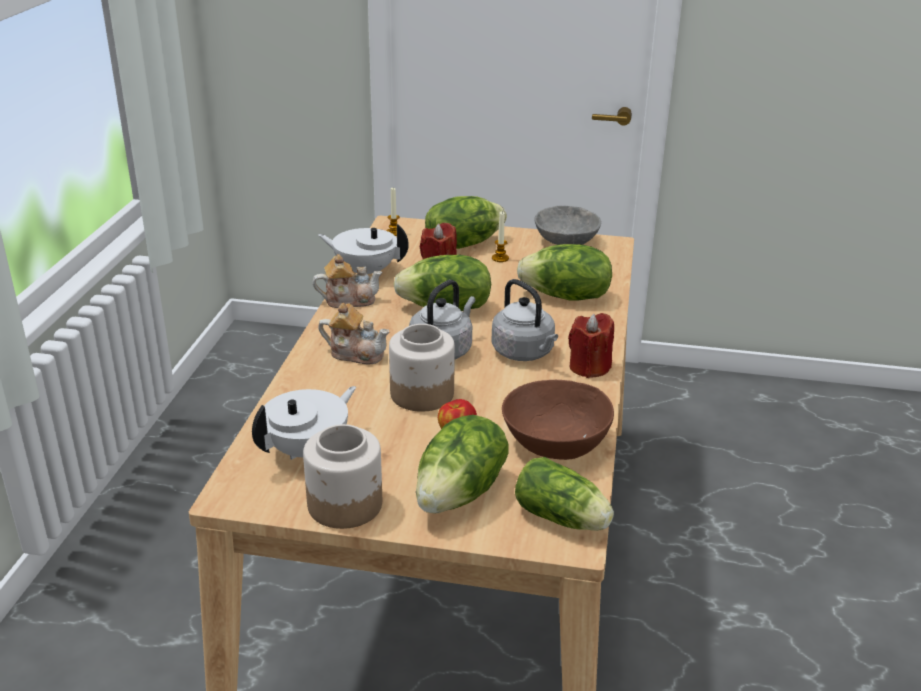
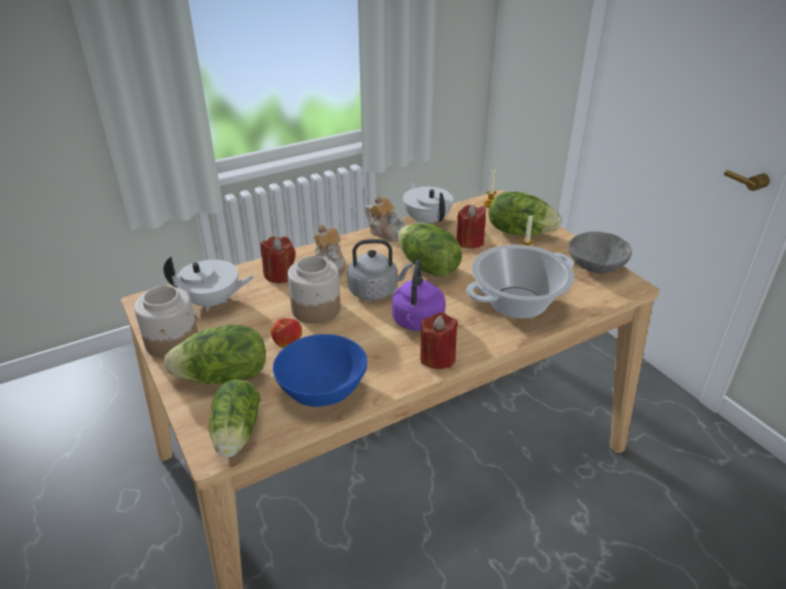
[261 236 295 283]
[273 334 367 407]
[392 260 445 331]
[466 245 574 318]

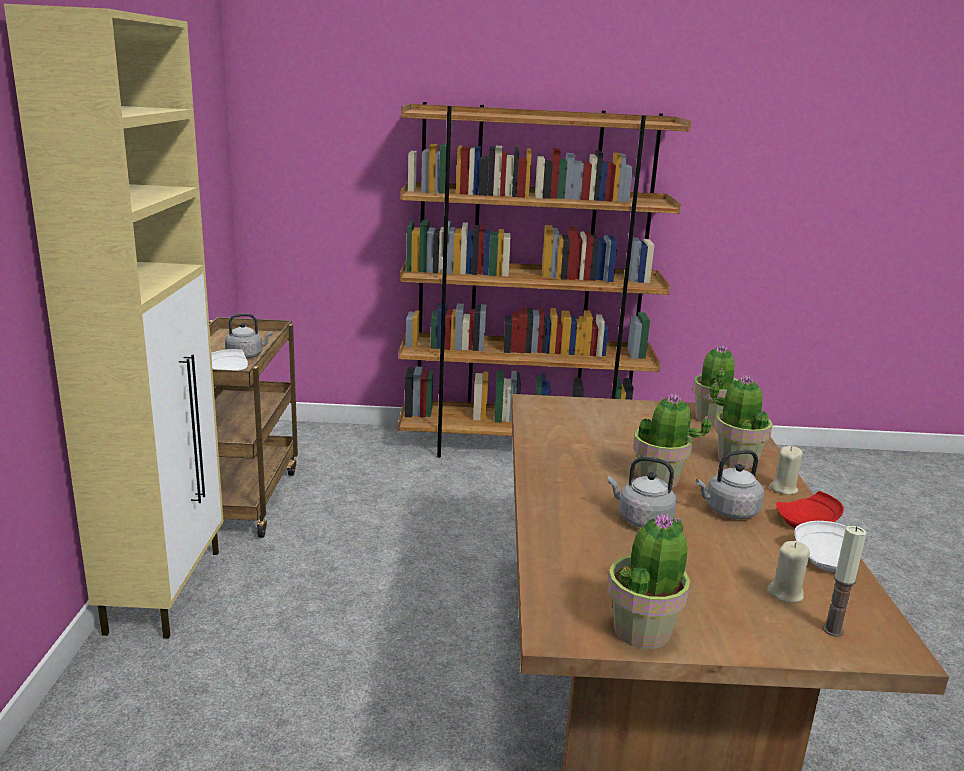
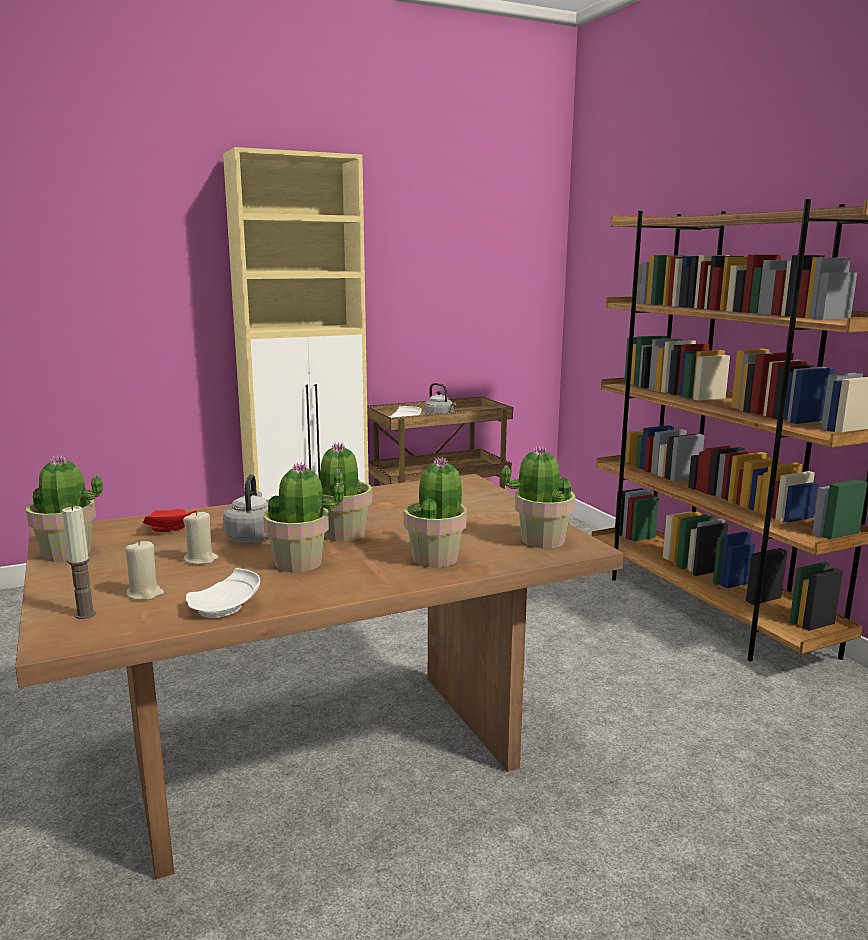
[142 509 196 532]
[183 511 219 564]
[263 461 344 572]

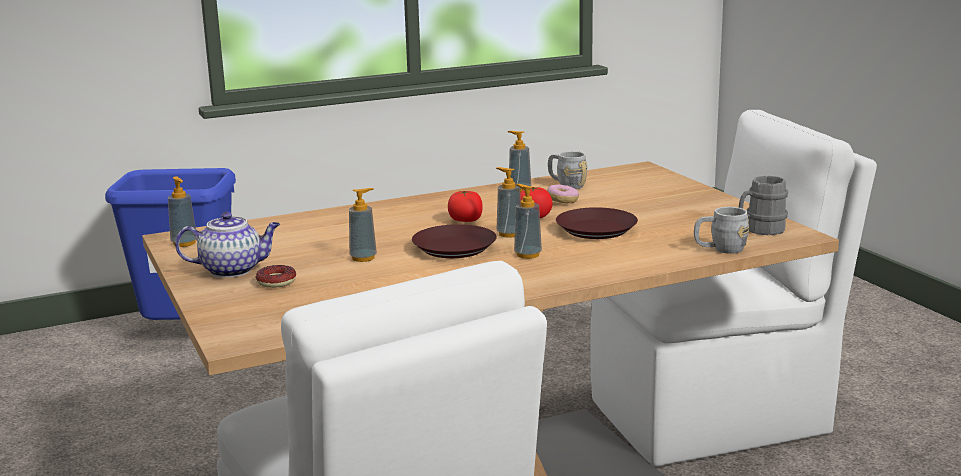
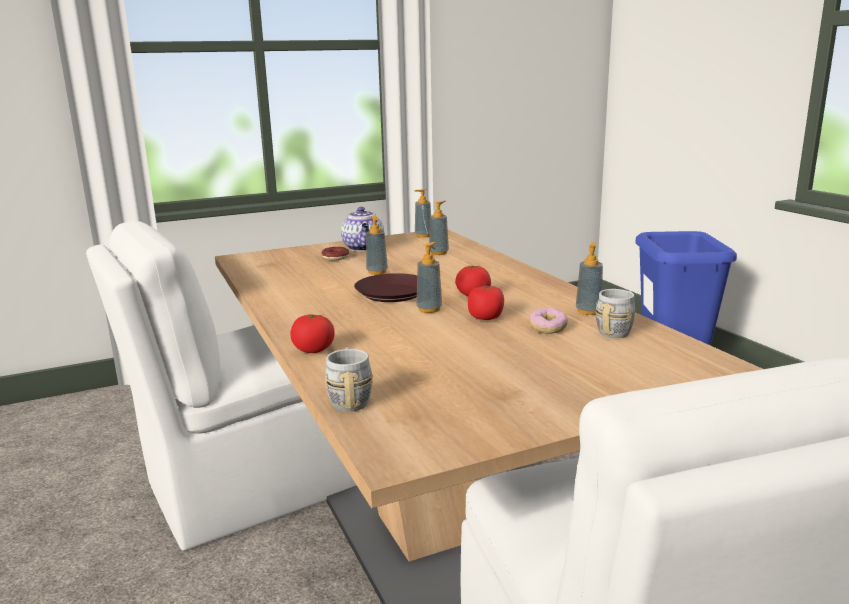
[290 314 335 353]
[429 201 449 255]
[556 207 638 239] (first image)
[738 176 788 235] (first image)

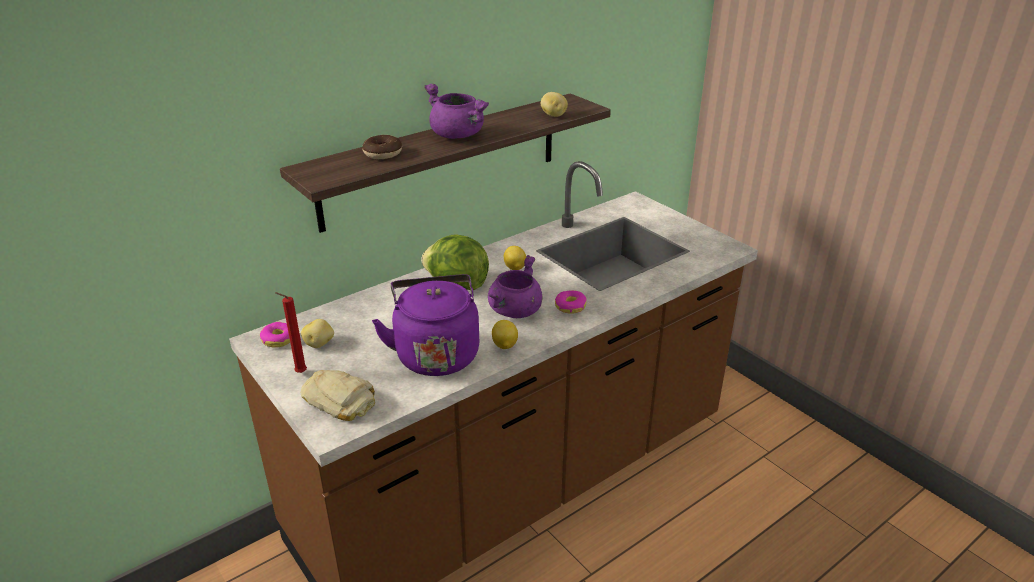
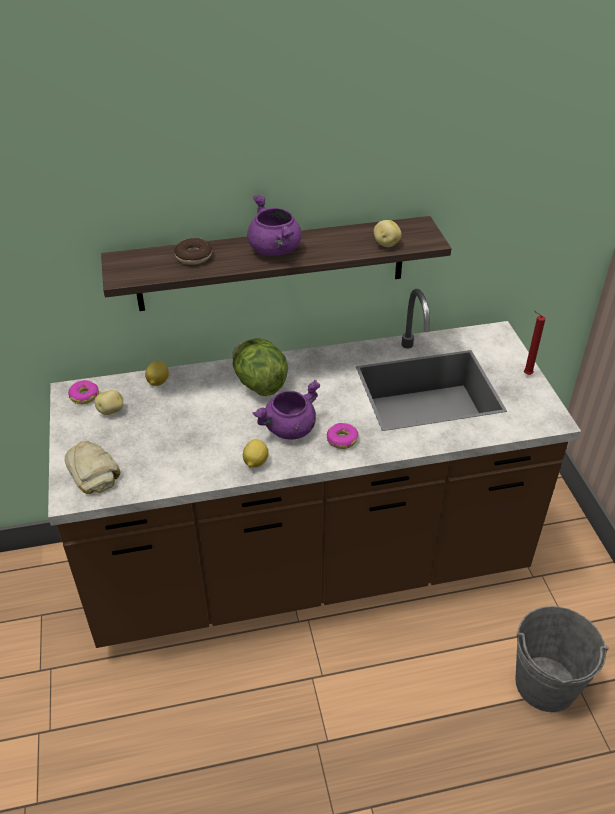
[145 361 169 386]
[515 606 609 712]
[524 311 546 375]
[372 274 479 376] (first image)

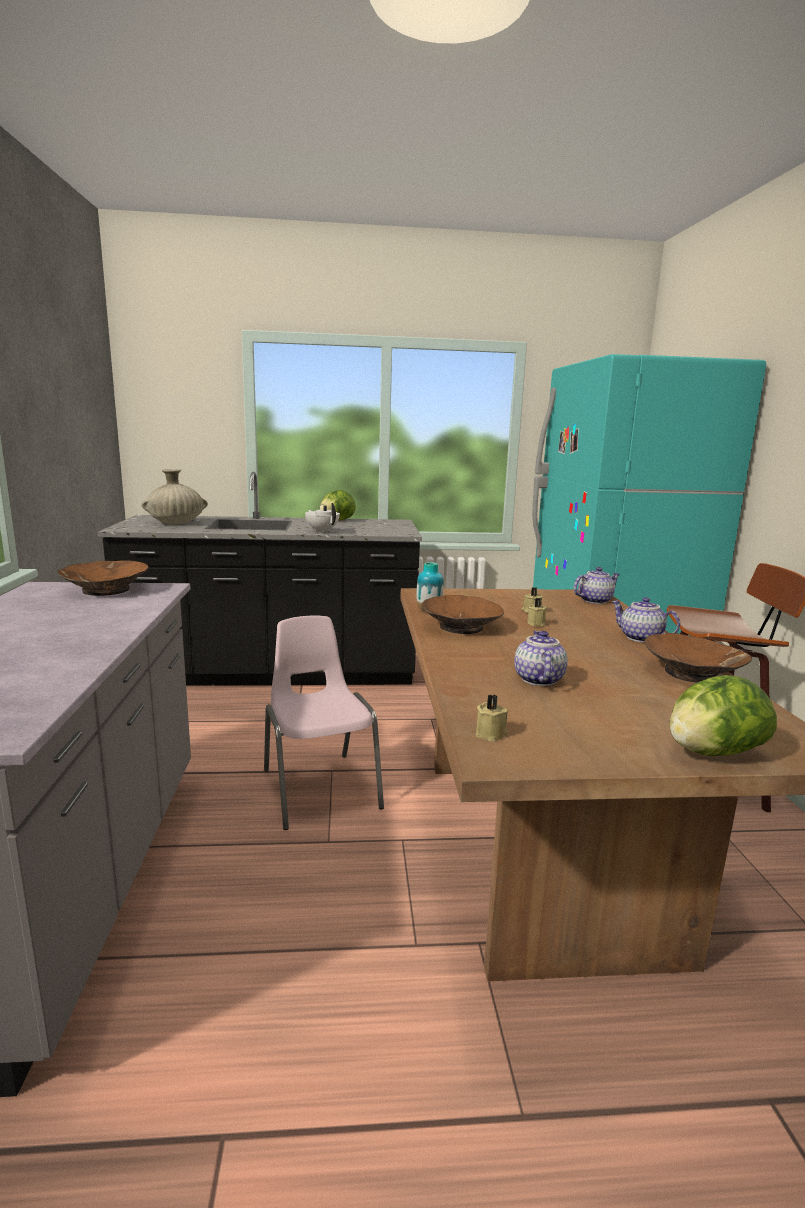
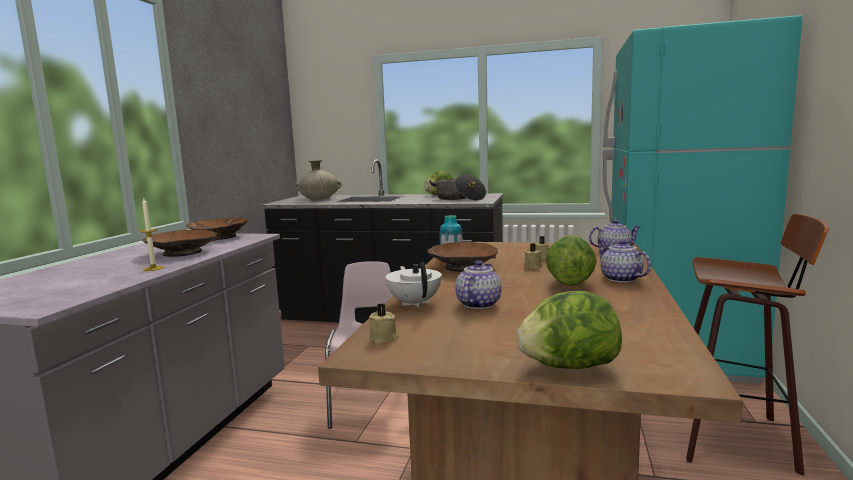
[139 198 164 271]
[142 229 217 257]
[385 262 442 308]
[429 174 486 201]
[545 235 597 286]

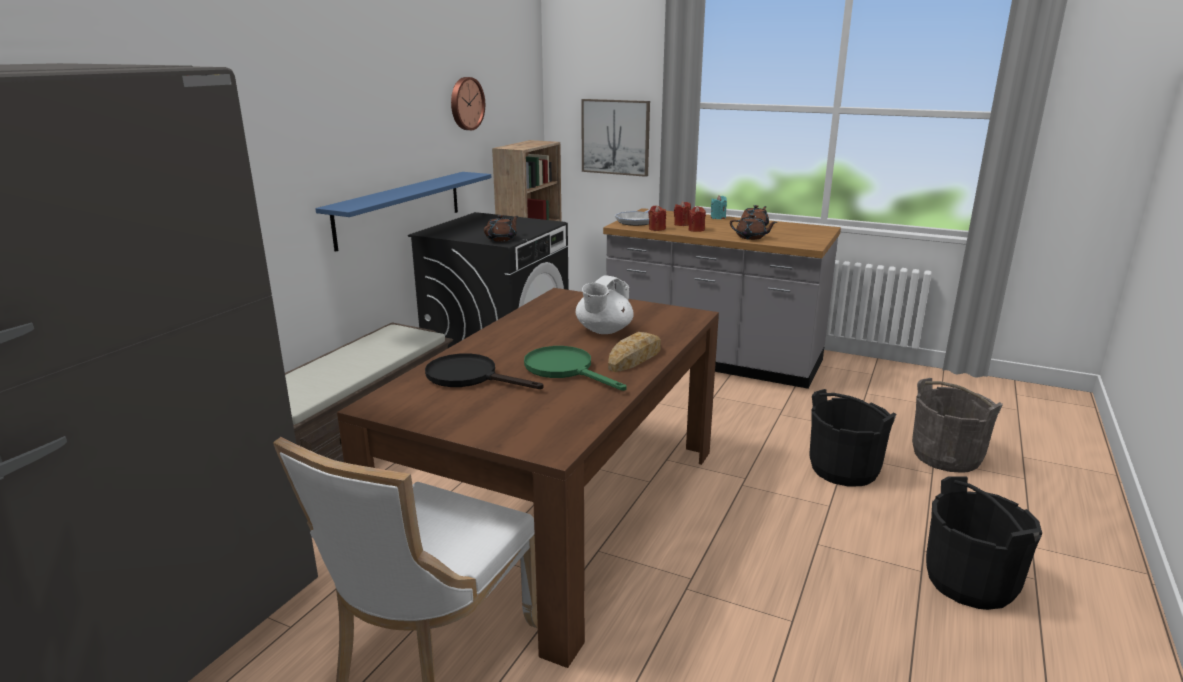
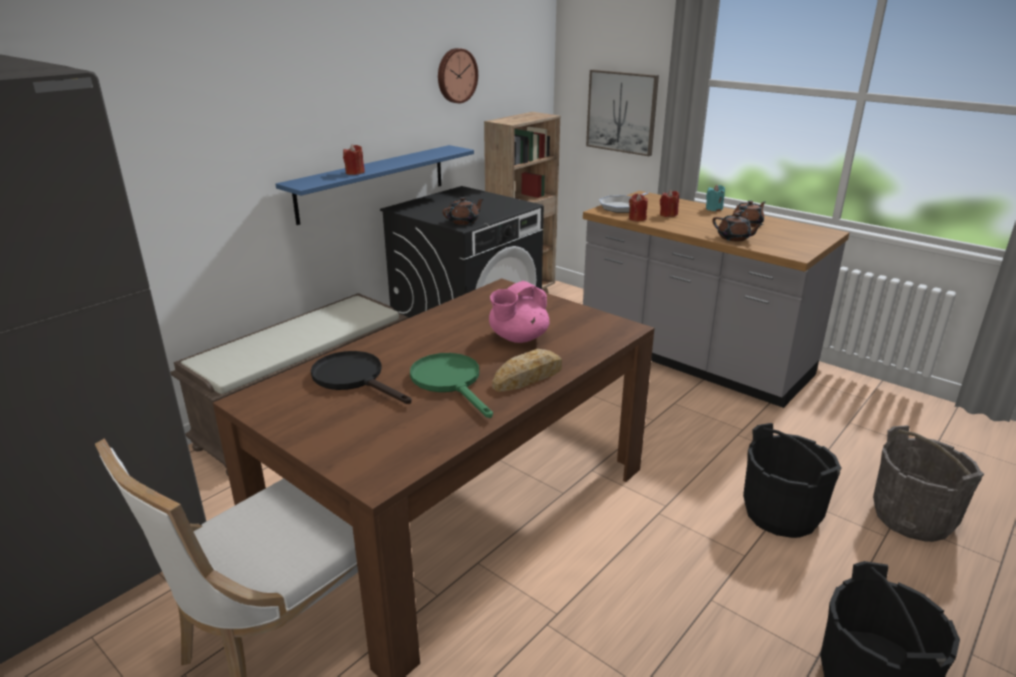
[343 145 365 175]
[489 281 549 343]

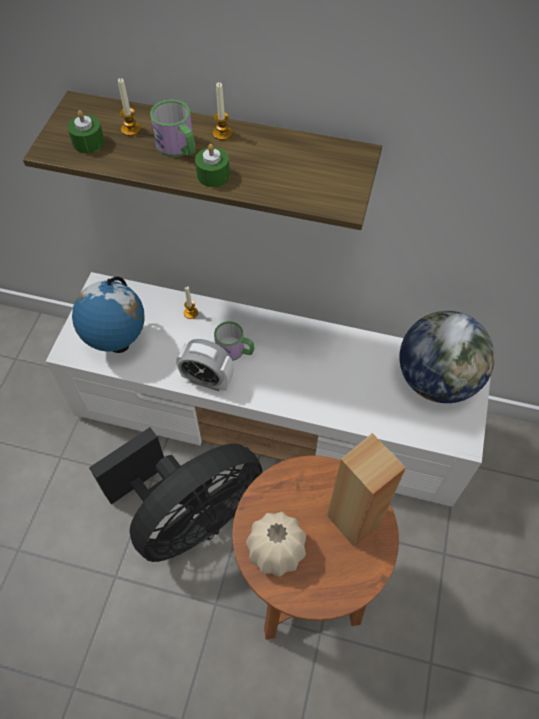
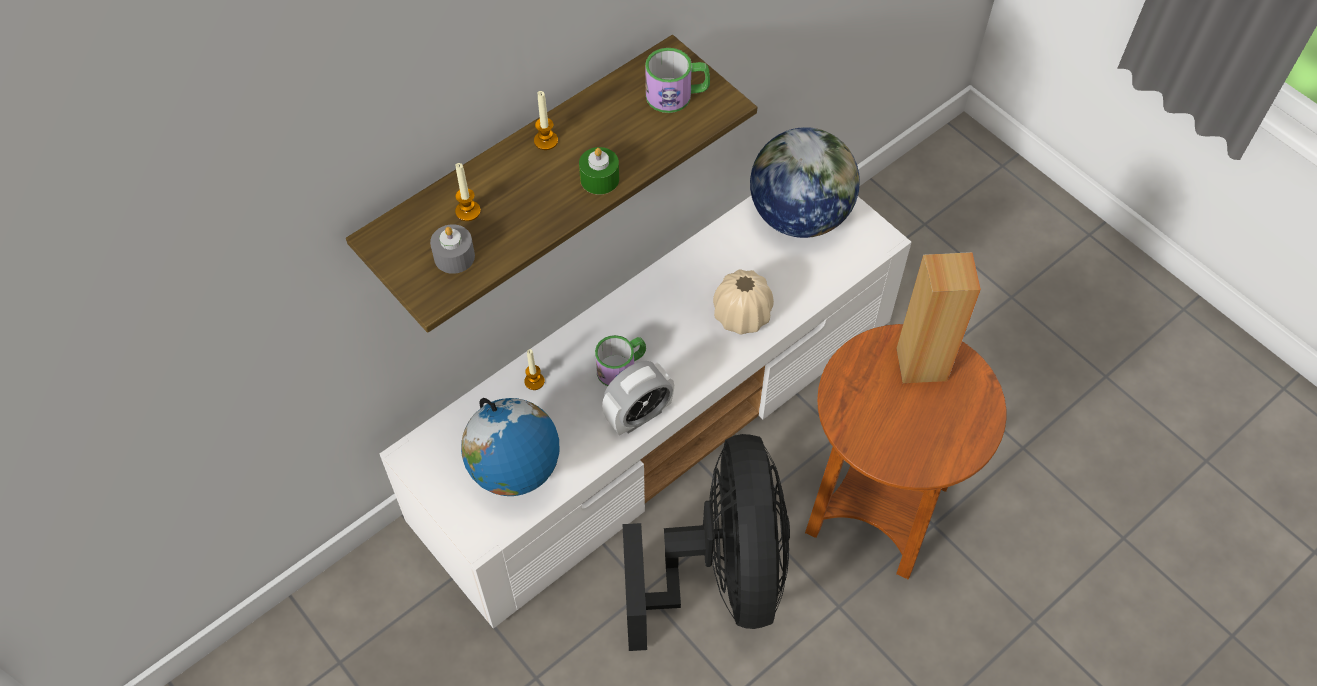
[430 224 475 274]
[645 48 710 113]
[713 269 774 335]

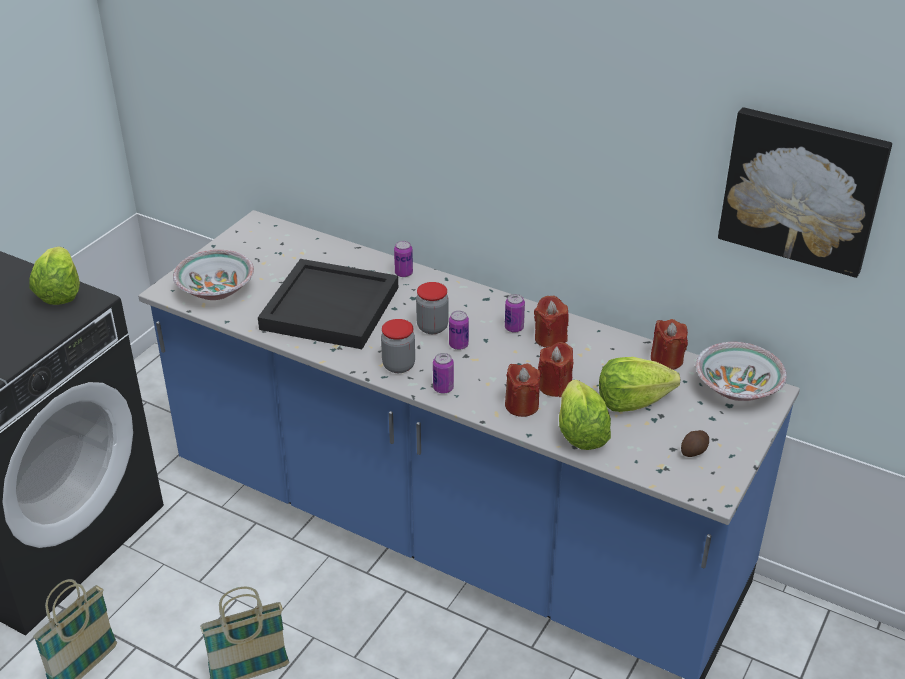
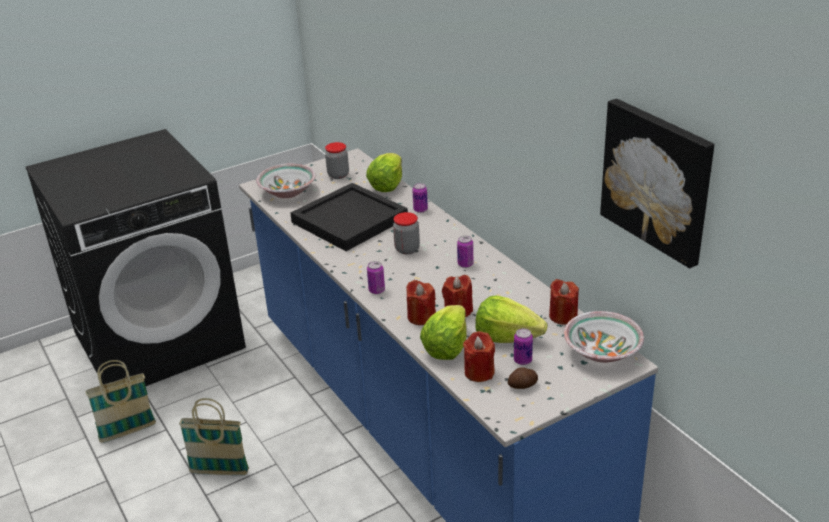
[325 142 349 179]
[366 153 402 192]
[463 331 495 382]
[514 328 533 365]

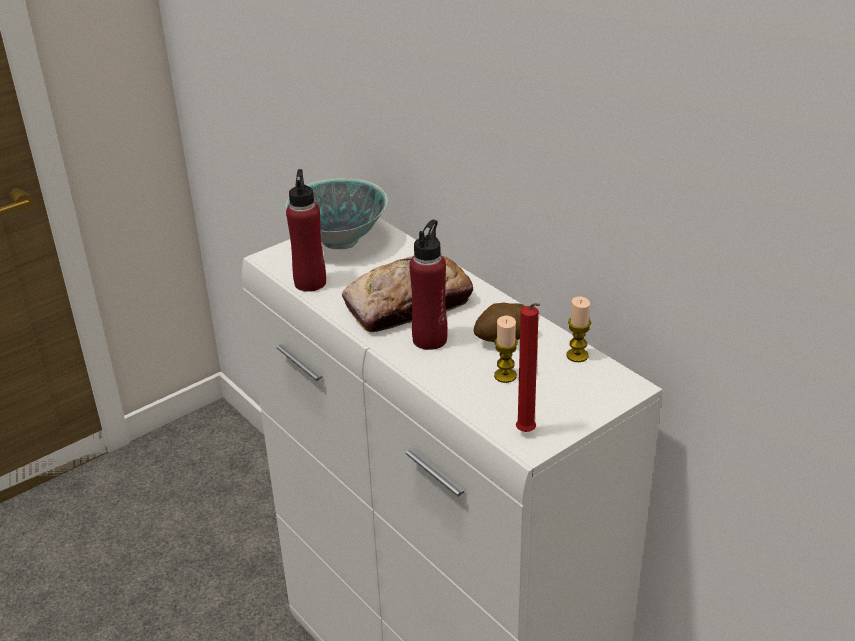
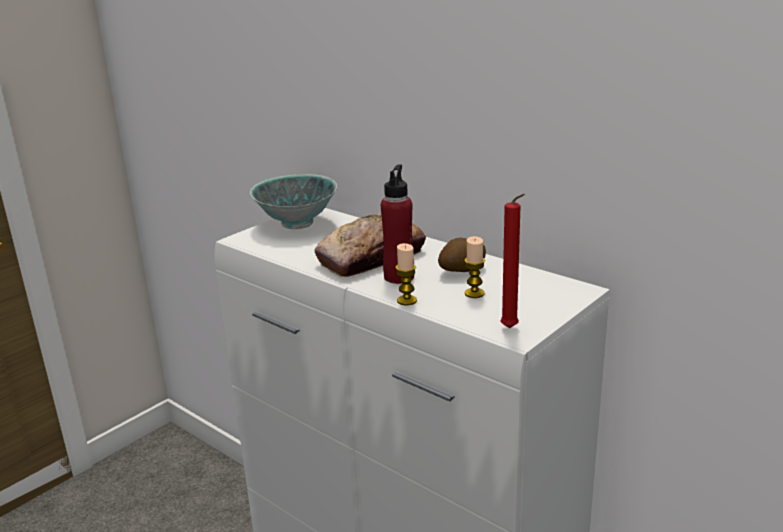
[396 243 417 306]
[286 169 326 292] (first image)

